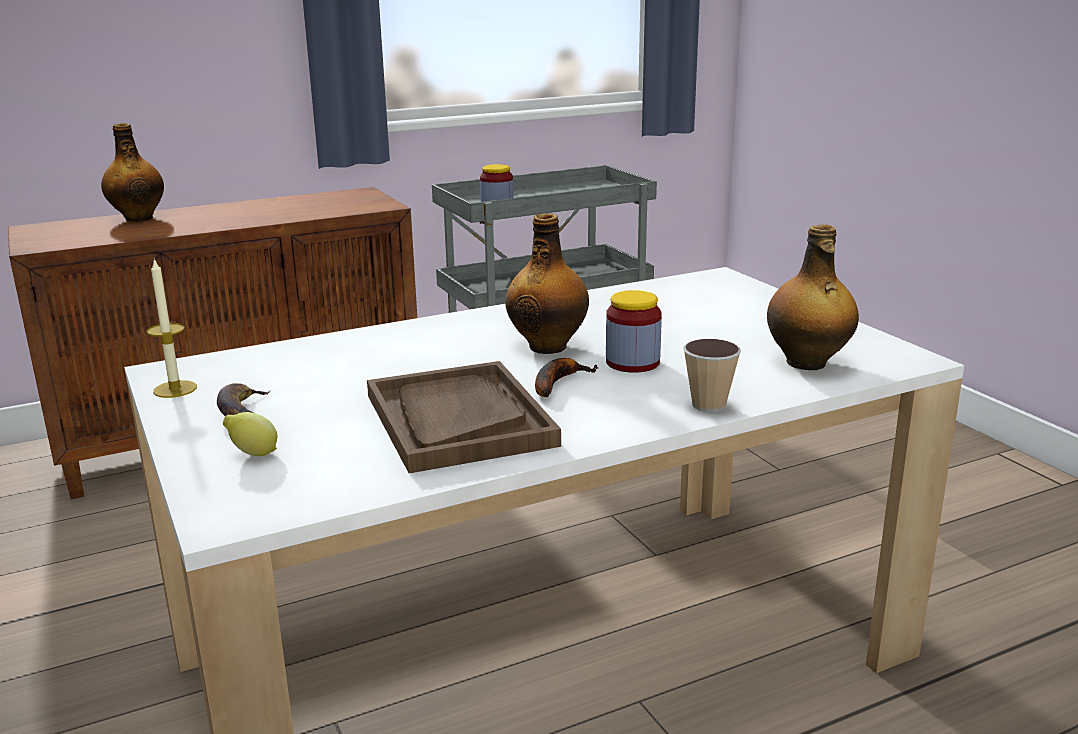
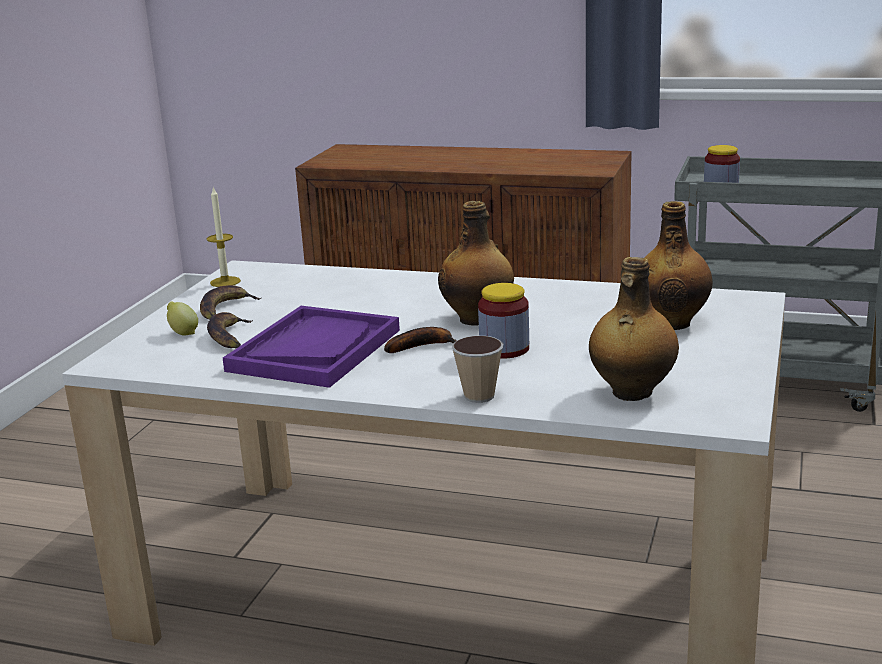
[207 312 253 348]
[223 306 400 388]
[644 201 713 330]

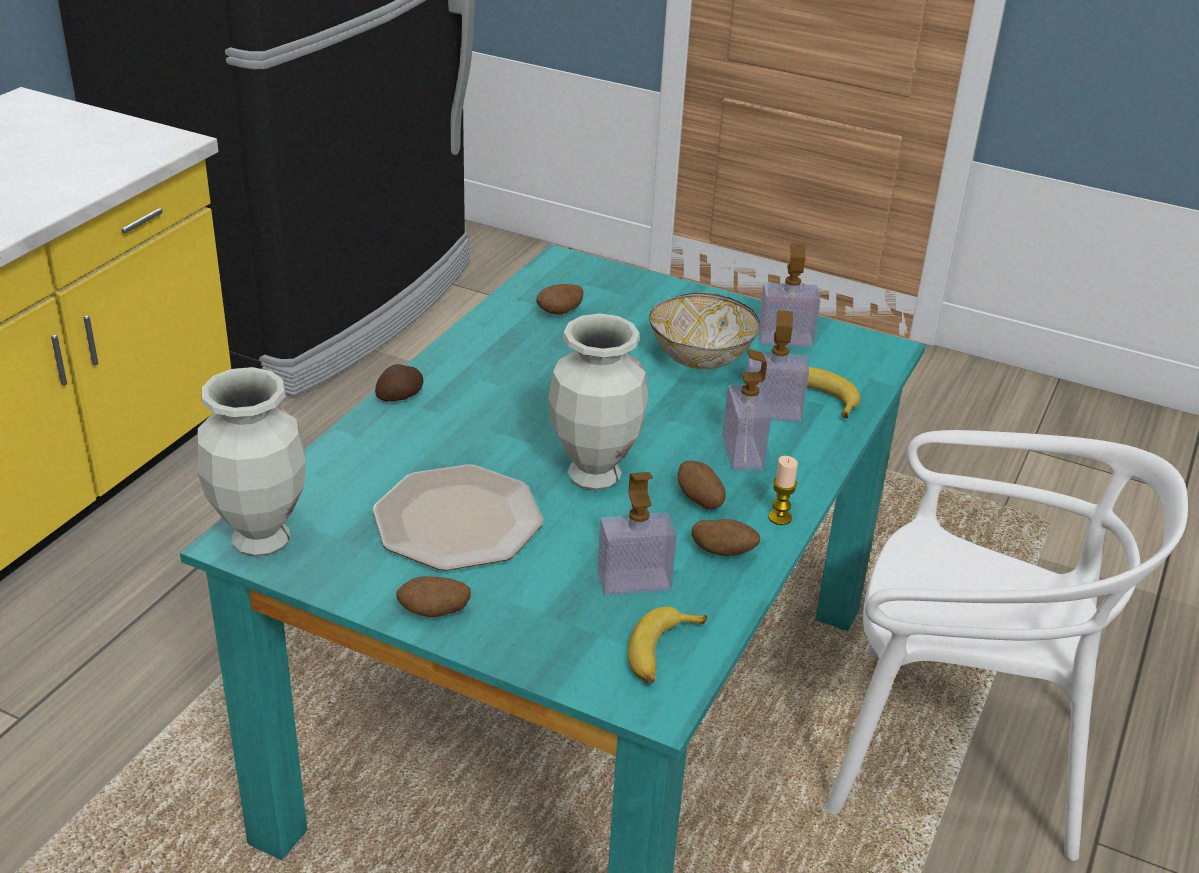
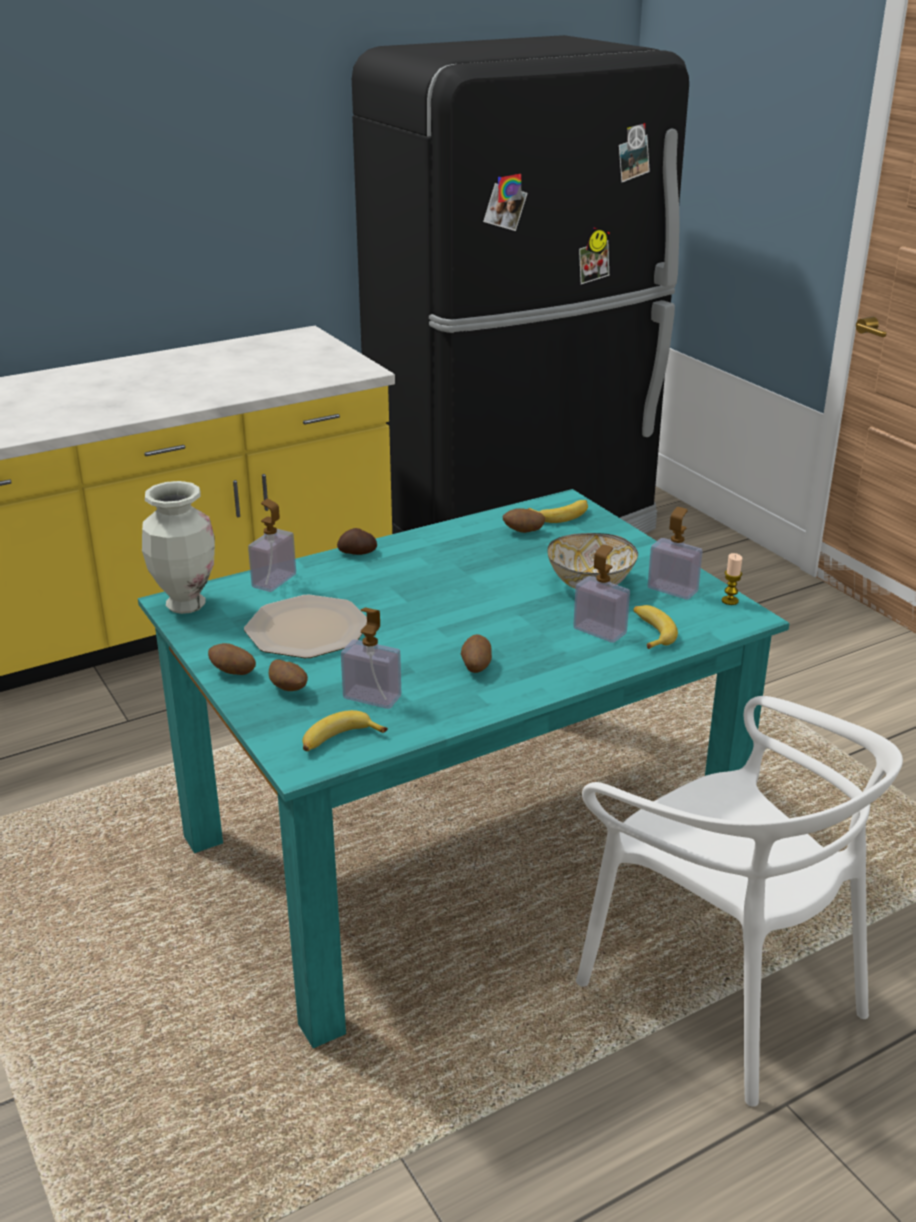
[248 499 296 592]
[269 659 308 691]
[528 500 588 523]
[722 553 742 605]
[548 313 648 490] (first image)

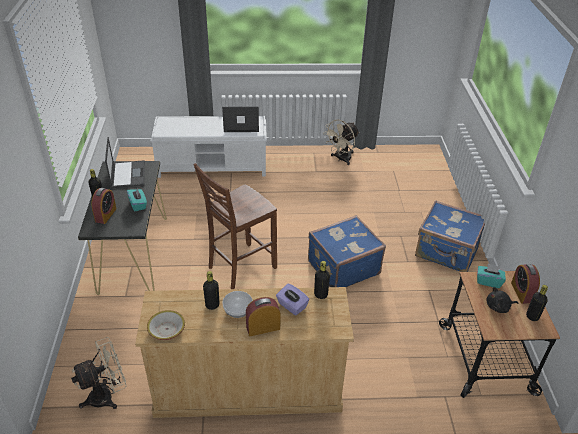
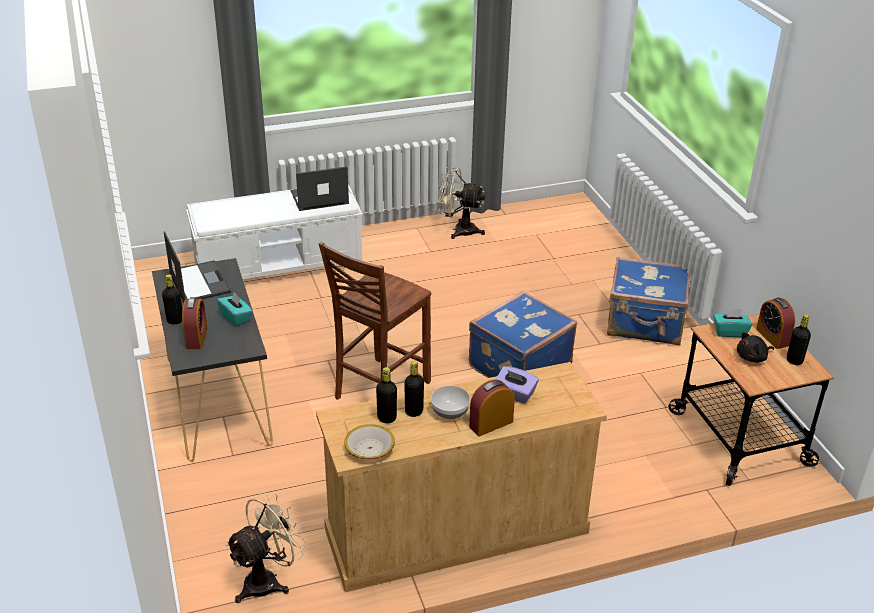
[376 367 397 423]
[438 167 485 239]

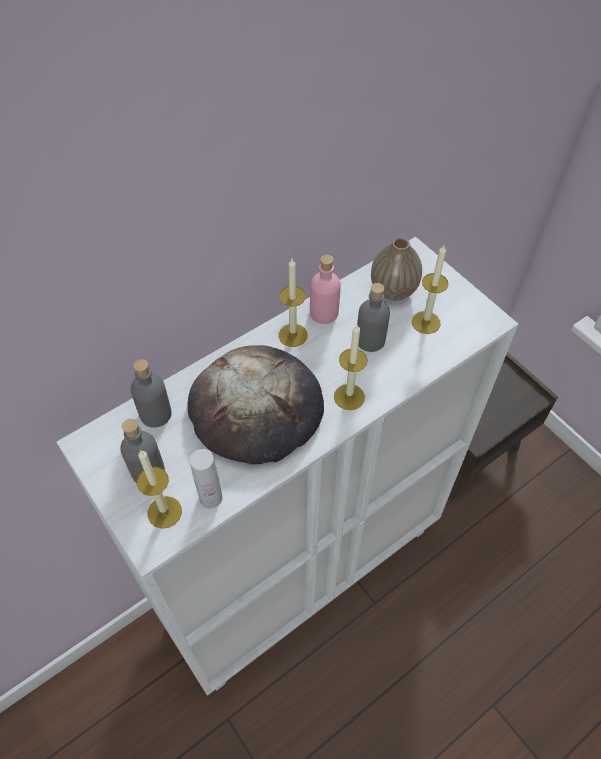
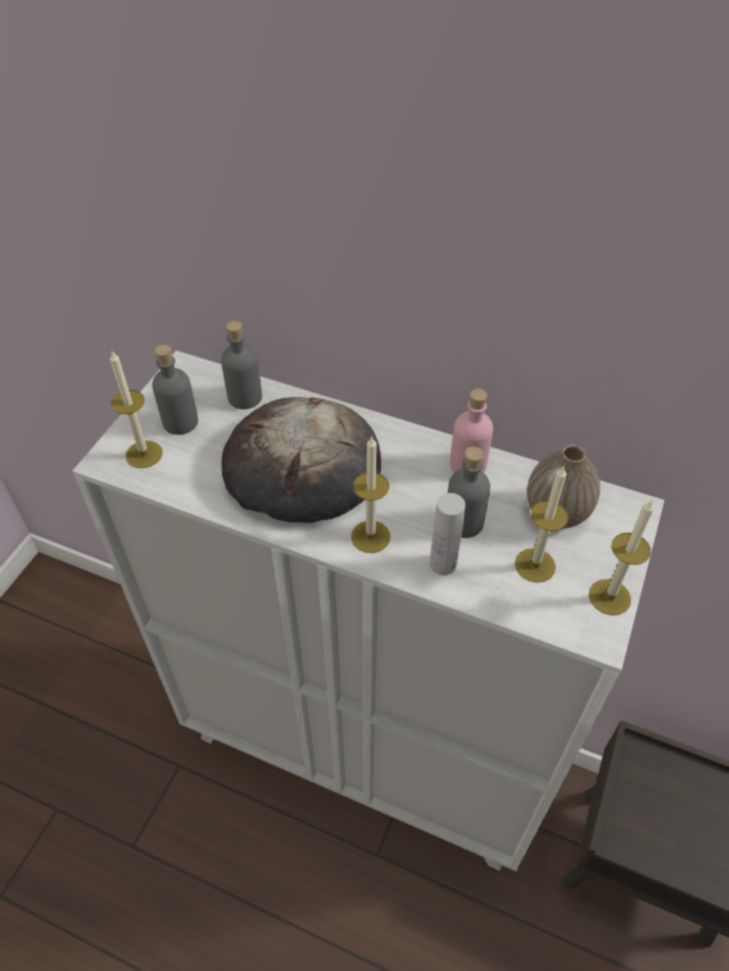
[430 493 465 575]
[589 501 654 615]

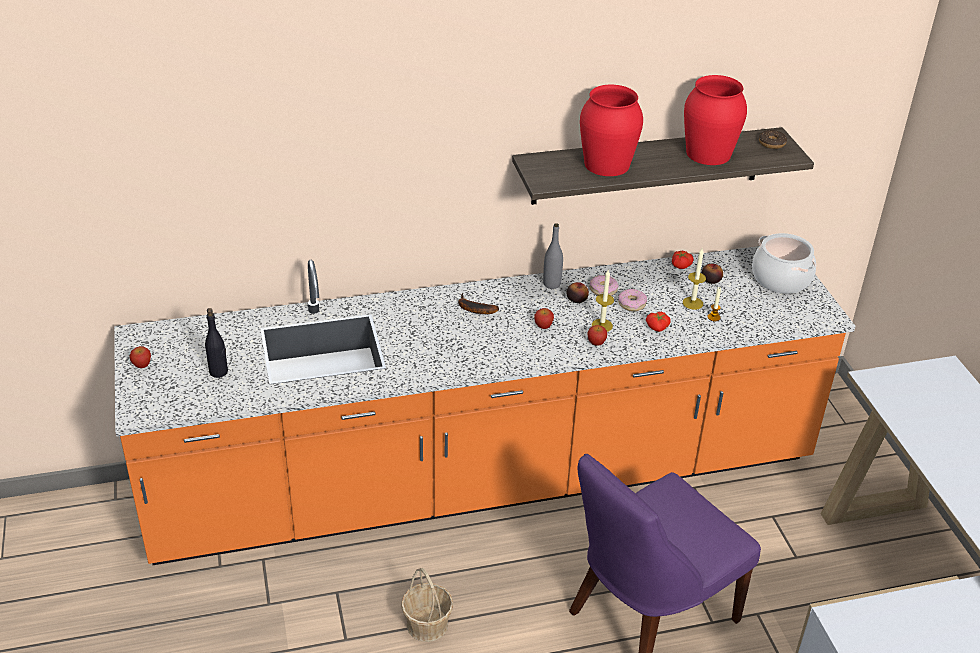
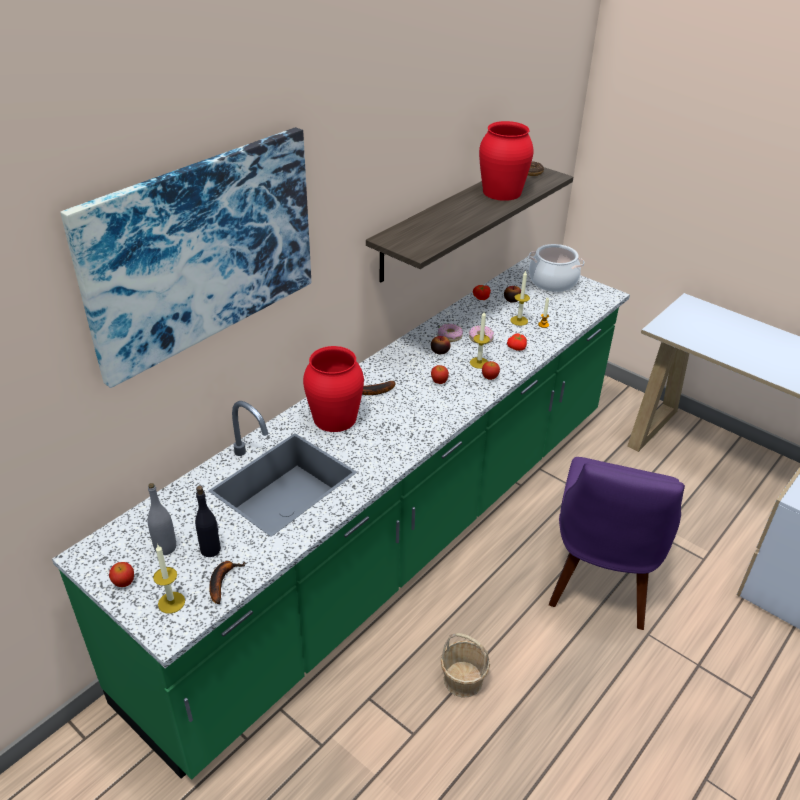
[52 256 630 780]
[60 127 311 388]
[147 483 176 555]
[153 545 185 614]
[209 561 246 604]
[303 346 364 432]

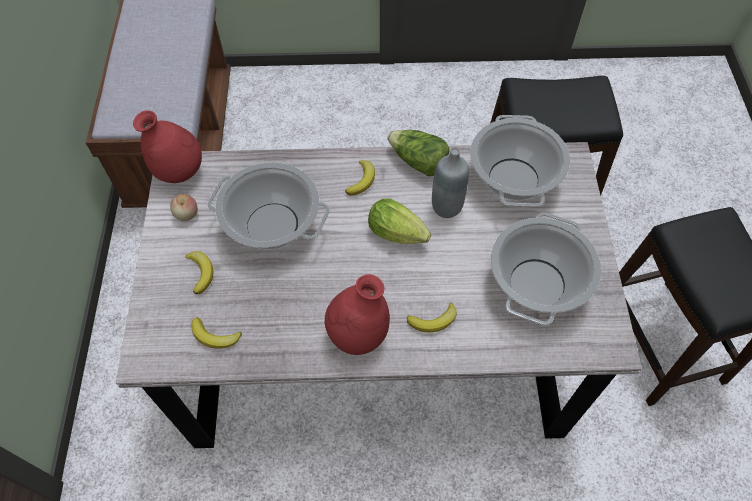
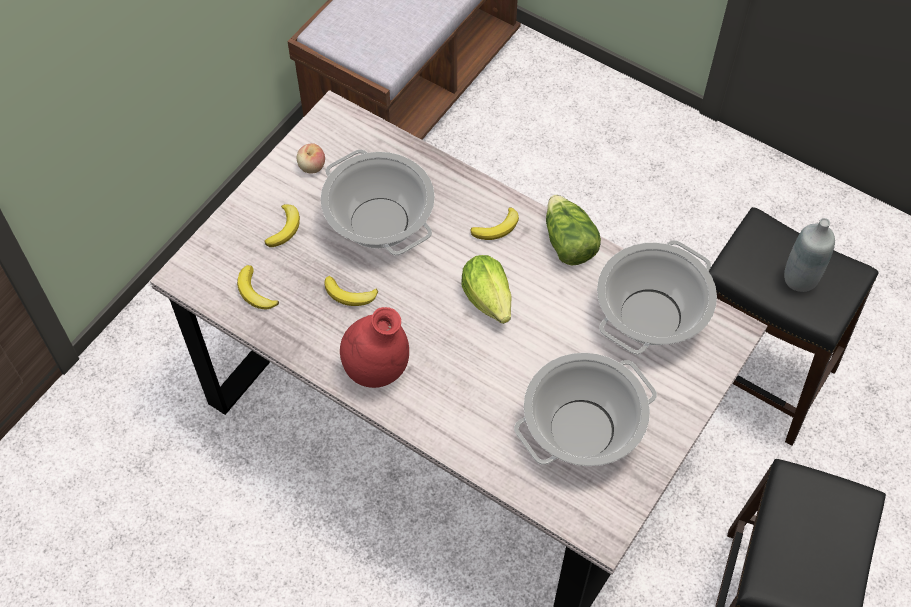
[324 276 378 306]
[784 218 835 292]
[133 110 202 183] (first image)

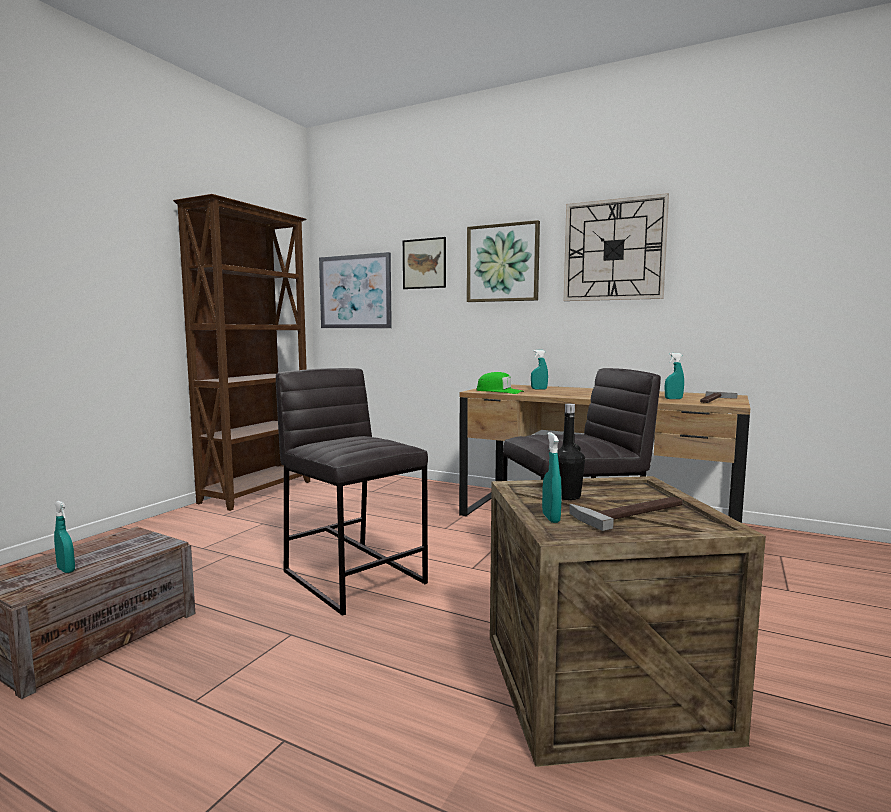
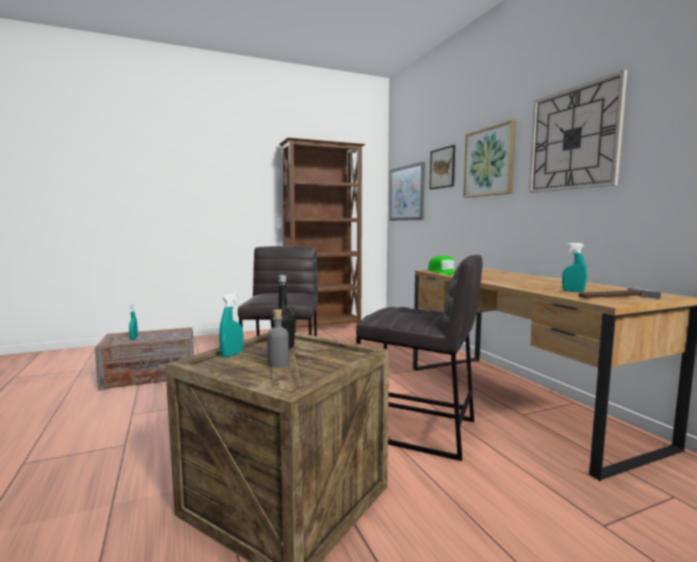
[267 309 289 368]
[531 350 548 389] (first image)

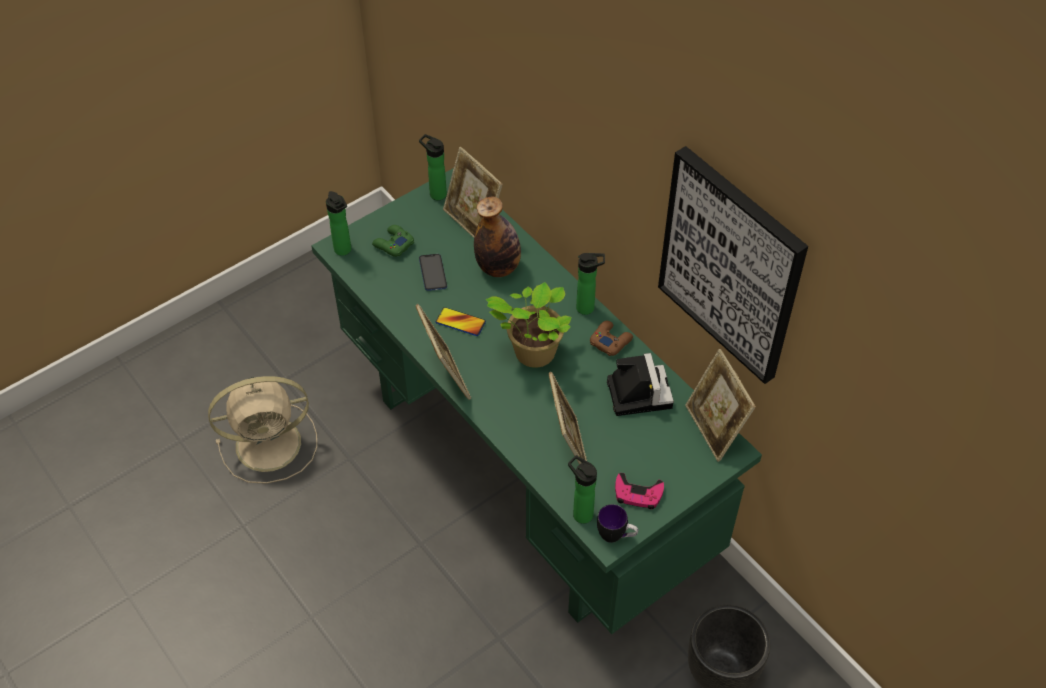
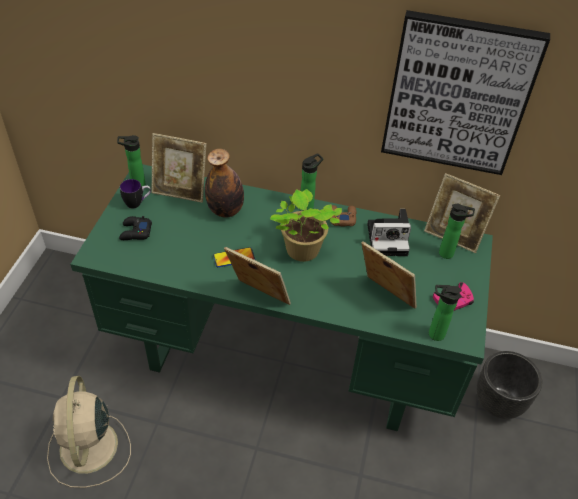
[47 376 131 488]
[119 216 152 240]
[120 179 151 209]
[367 209 411 256]
[439 204 475 259]
[419 254 447 291] (first image)

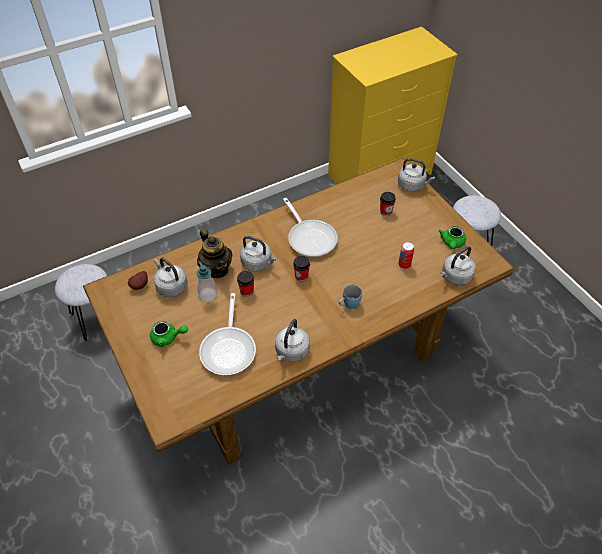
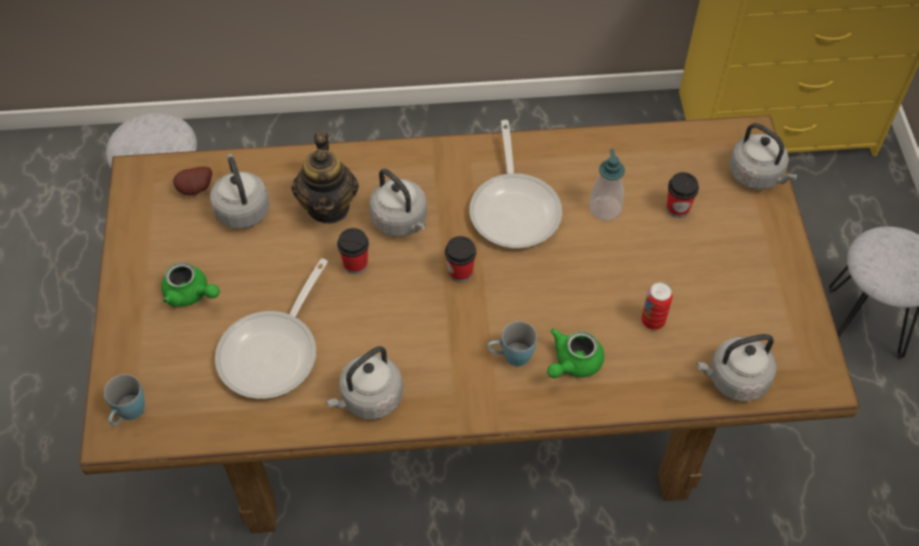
[104 374 145 425]
[547 328 604 378]
[589 149 625 220]

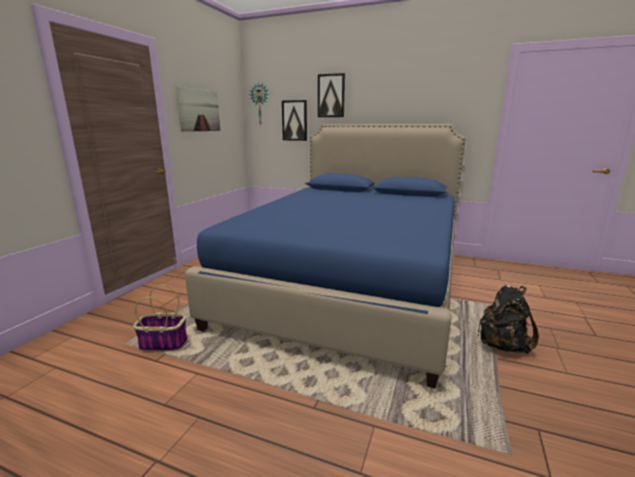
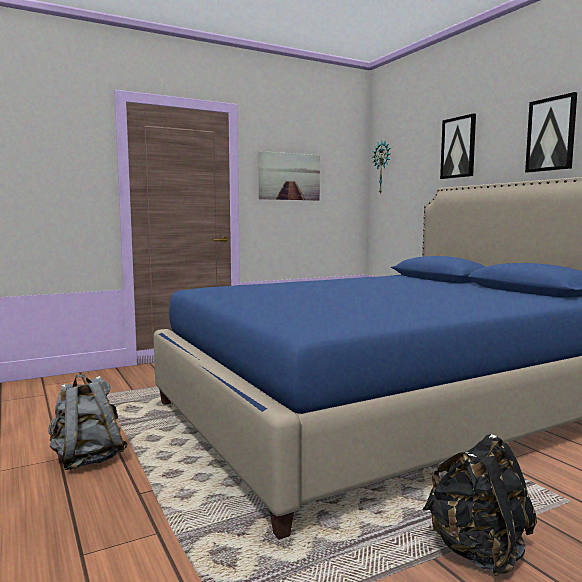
[48 375 128 470]
[525 92 577 173]
[133 285 187 352] (first image)

